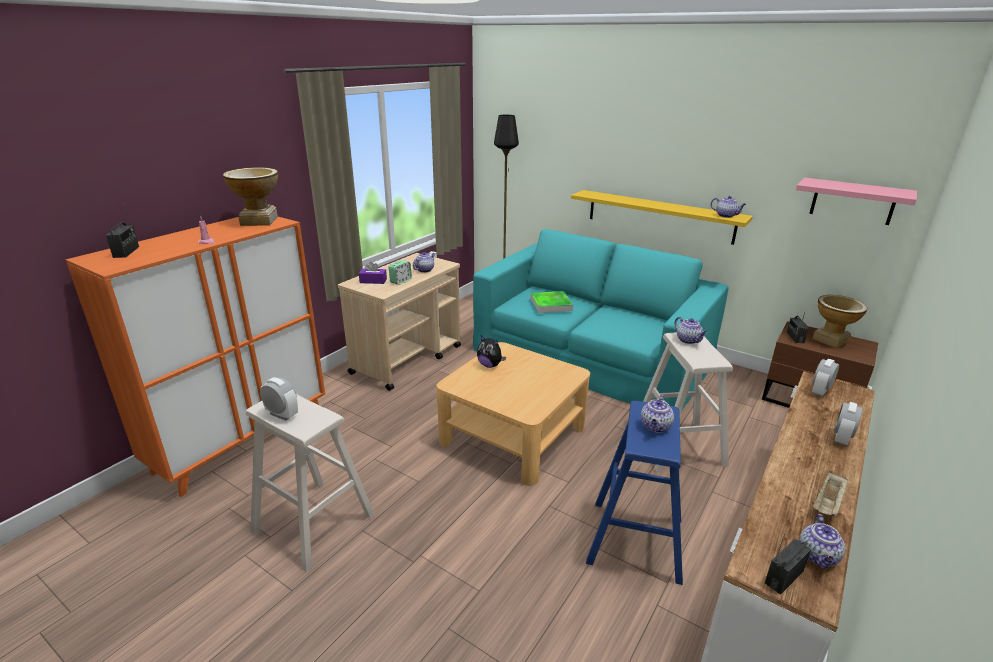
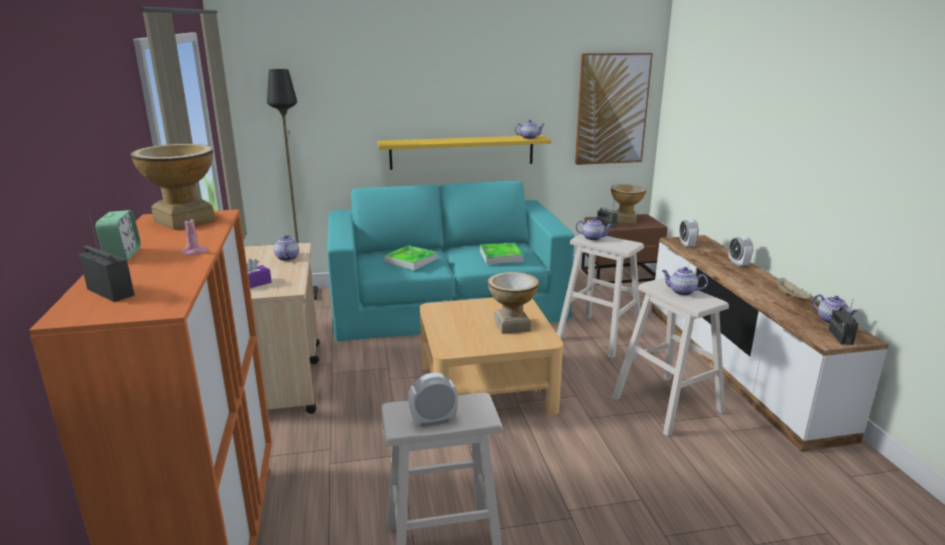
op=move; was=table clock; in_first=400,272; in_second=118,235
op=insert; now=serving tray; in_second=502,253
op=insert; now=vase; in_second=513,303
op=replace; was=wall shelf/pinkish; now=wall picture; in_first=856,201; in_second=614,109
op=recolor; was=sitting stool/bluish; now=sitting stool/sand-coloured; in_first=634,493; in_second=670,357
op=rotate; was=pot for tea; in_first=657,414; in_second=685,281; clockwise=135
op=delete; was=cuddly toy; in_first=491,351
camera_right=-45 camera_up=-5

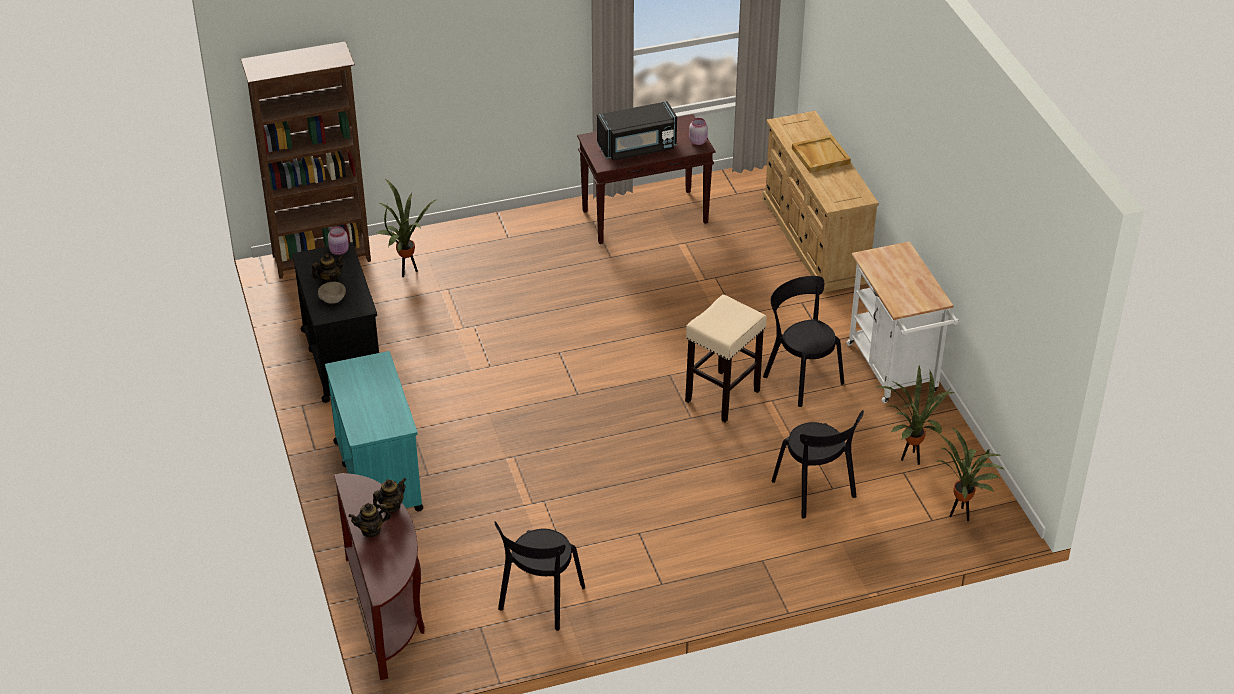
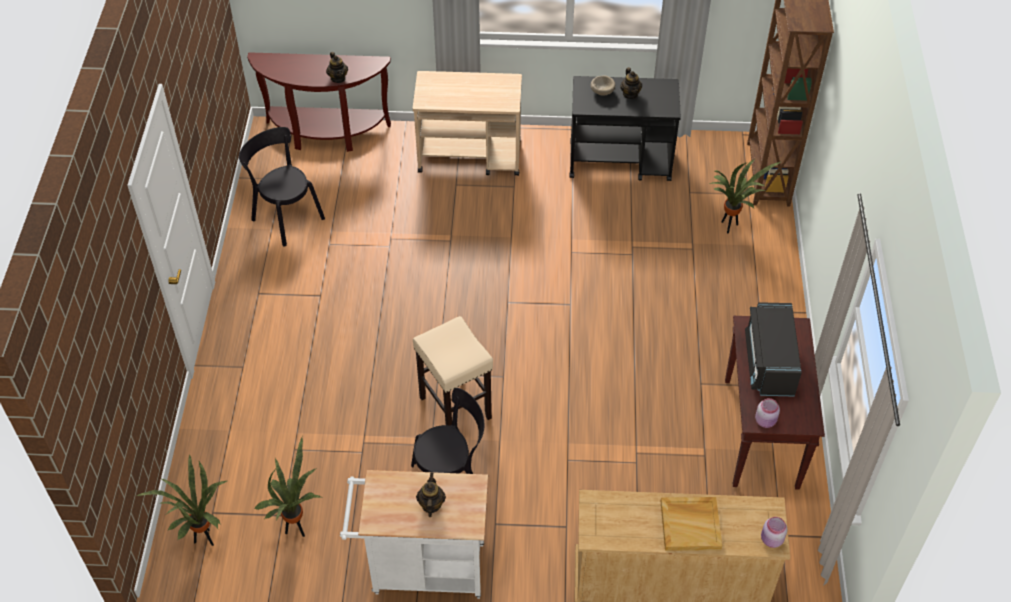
op=recolor; was=cart/turquoise; now=cart/sand-coloured; in_first=374,431; in_second=467,123
op=move; was=pot for tea; in_first=369,520; in_second=431,495
op=move; was=storage jar/pinkish; in_first=338,240; in_second=774,532
op=delete; was=plain chair/black; in_first=818,464
camera_right=110 camera_up=10

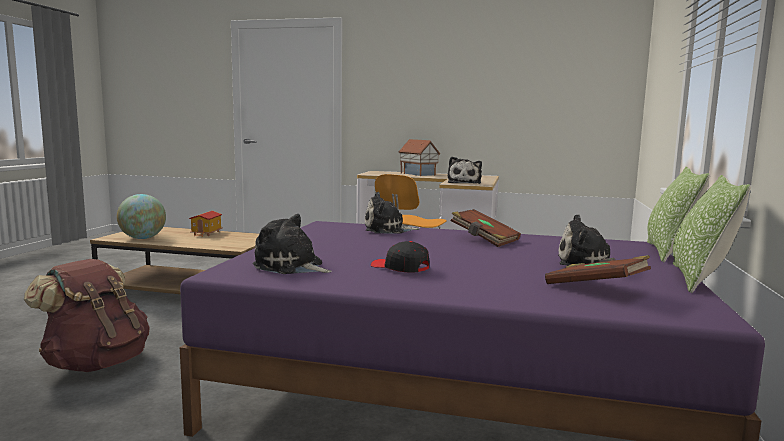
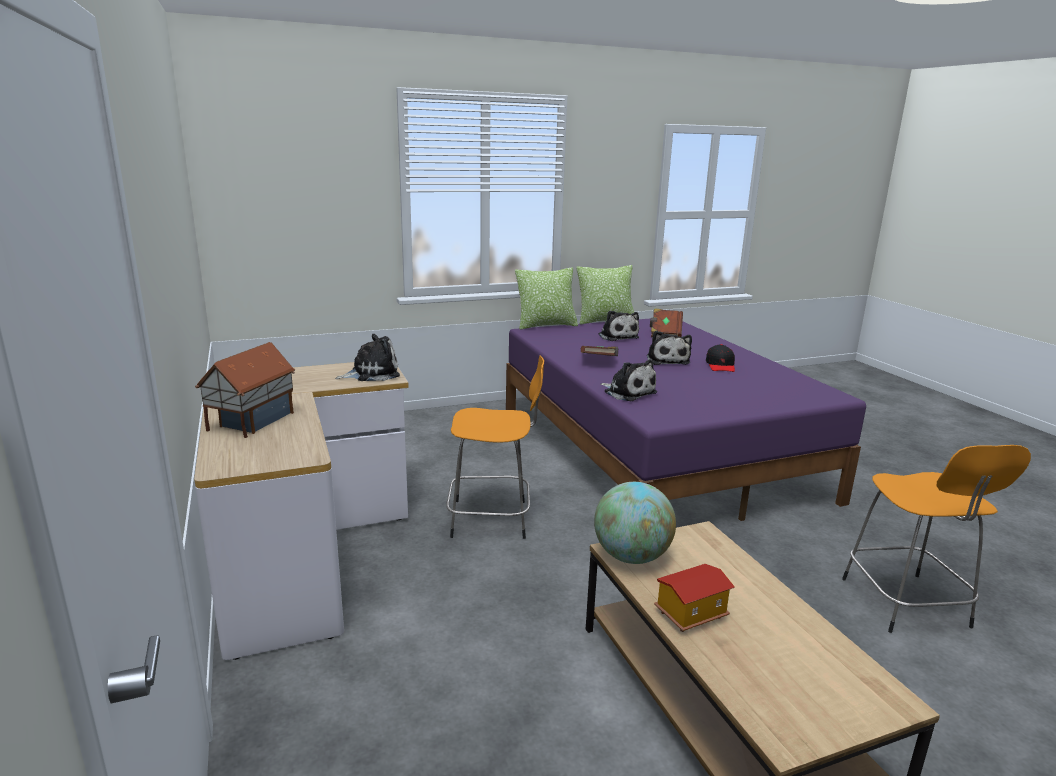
op=move; was=desk globe; in_first=141,216; in_second=635,523
op=move; was=cuddly toy; in_first=291,244; in_second=669,348
op=replace; was=knapsack/brown-coloured; now=sitting stool/orange-coloured; in_first=87,315; in_second=936,539
camera_right=-125 camera_up=10

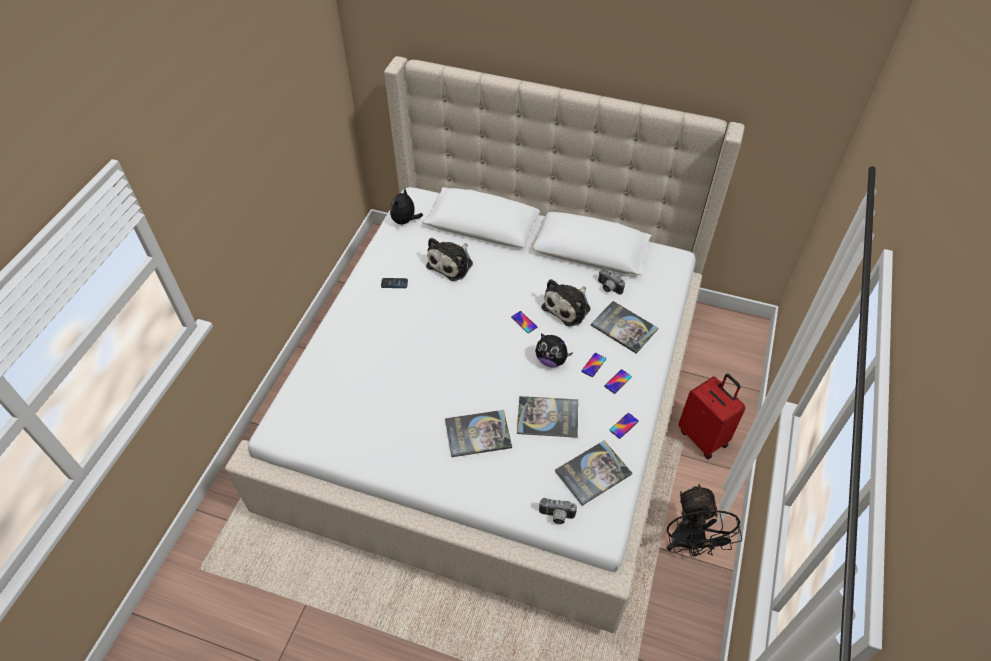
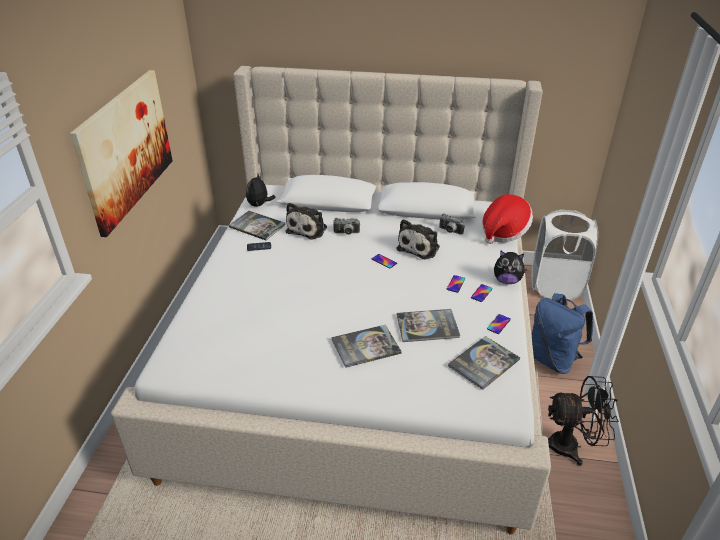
op=insert; now=wall picture; in_second=121,153
op=move; was=volume; in_first=624,327; in_second=257,225
op=move; was=still camera; in_first=558,511; in_second=346,226
op=insert; now=hat; in_second=507,219
op=move; was=cuddly toy; in_first=554,350; in_second=510,267
op=insert; now=washing basket/white-coloured; in_second=565,255
op=replace; was=suitcase/red; now=knapsack/bluish; in_first=712,416; in_second=562,333
op=rotate; was=electric fan/black; in_first=704,520; in_second=583,421; clockwise=-75
camera_right=-10 camera_up=-15

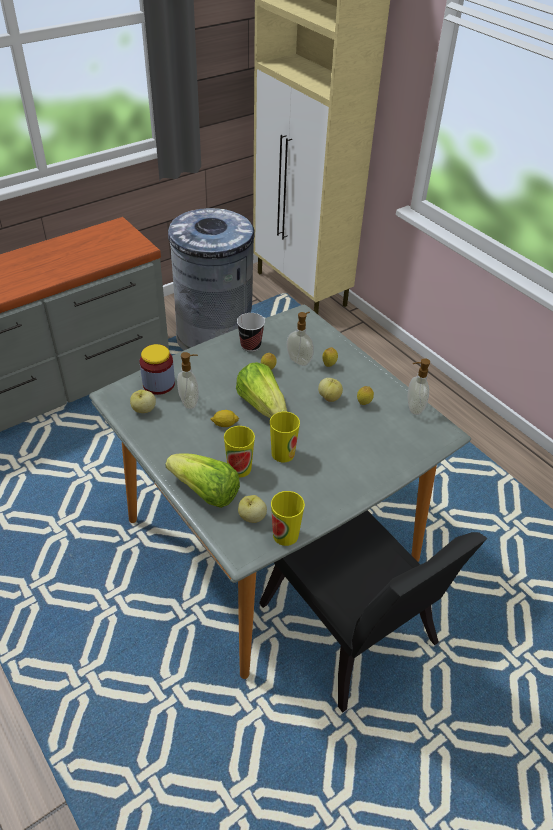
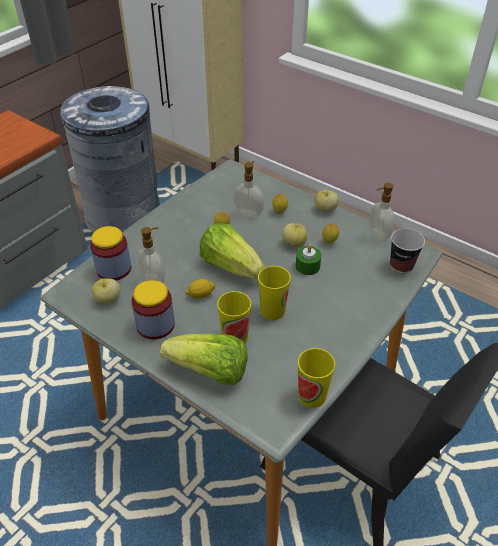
op=insert; now=storage jar; in_second=153,310
op=insert; now=candle/green-coloured; in_second=308,259
op=move; was=whole apple; in_first=252,509; in_second=327,201
op=move; was=cup; in_first=251,332; in_second=407,251
camera_right=-15 camera_up=0

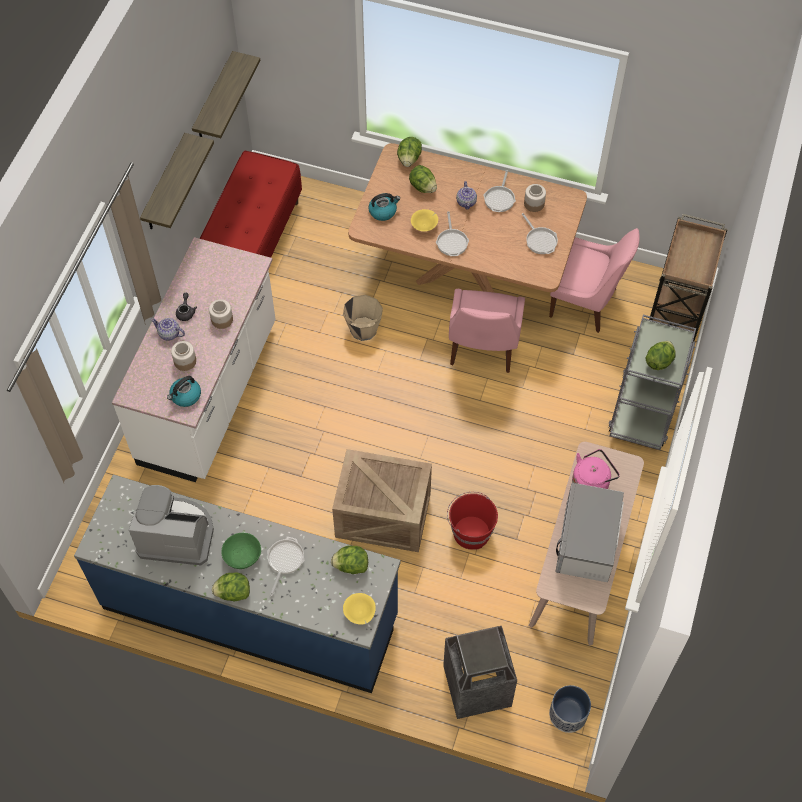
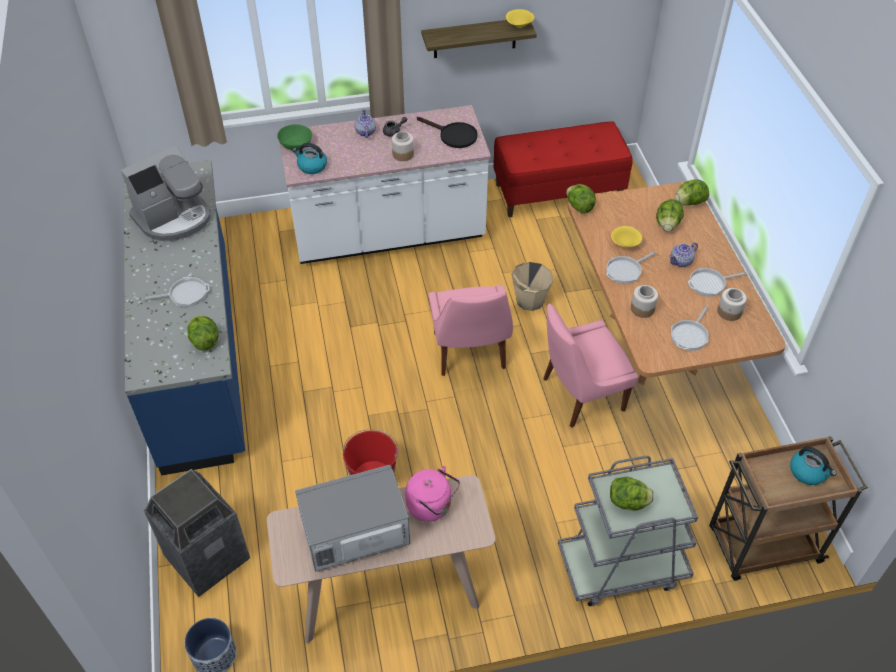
op=rotate; was=coffee brewer; in_first=171,525; in_second=165,194; clockwise=75
op=move; was=bowl/green-coloured; in_first=241,551; in_second=294,137
op=insert; now=frying pan/black; in_second=447,132
op=move; was=plain chair/pinkish; in_first=594,280; in_second=471,330
op=move; was=bowl/yellow; in_first=359,609; in_second=520,18
op=move; was=lettuce; in_first=231,586; in_second=581,199
op=move; was=storage jar; in_first=183,356; in_second=644,301
op=move; was=tea kettle; in_first=384,207; in_second=813,465
op=delete; was=wall shelf; in_first=226,94
op=delete; was=crate; in_first=382,500
camera_right=60 camera_up=-10

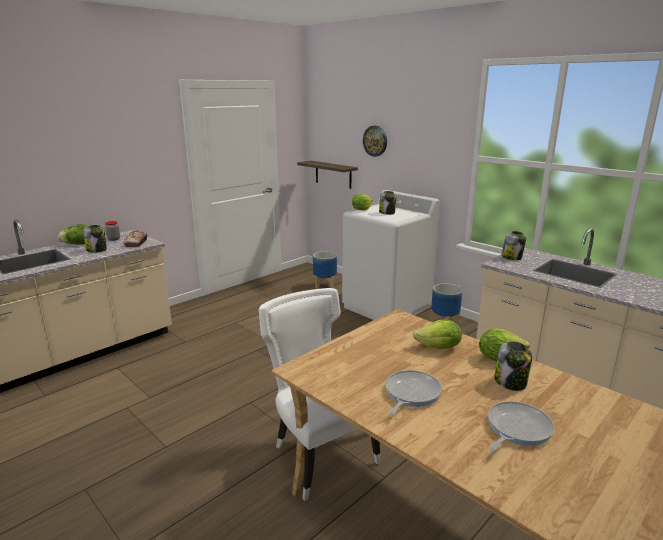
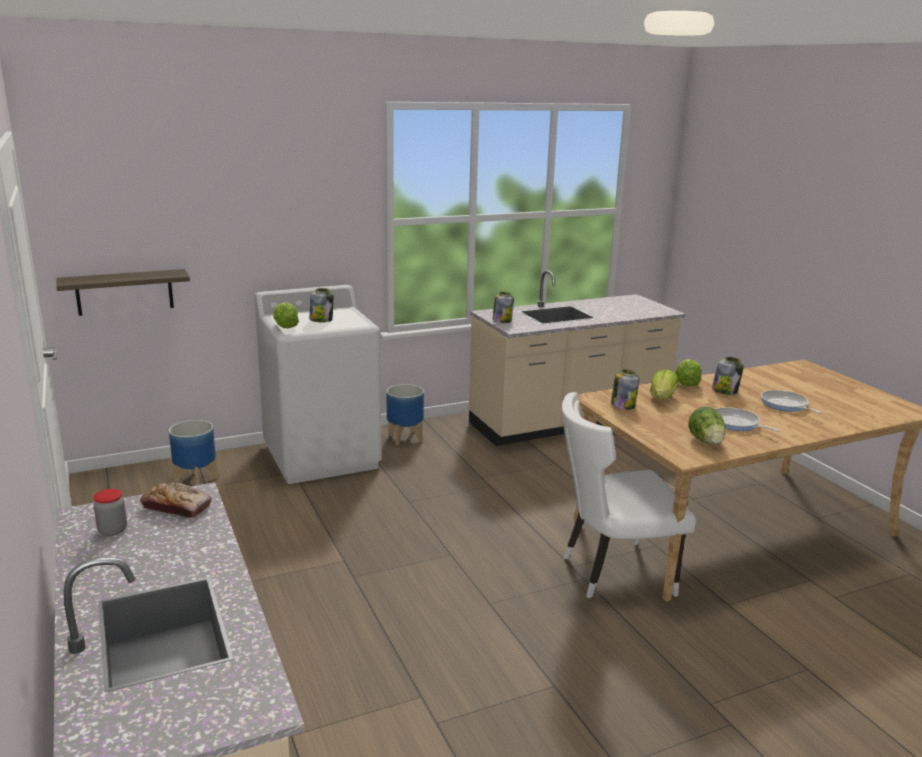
op=move; was=storage jar; in_first=95,239; in_second=625,389
op=move; was=lettuce; in_first=72,234; in_second=707,425
op=delete; was=hanging clock; in_first=375,141
camera_right=-70 camera_up=0

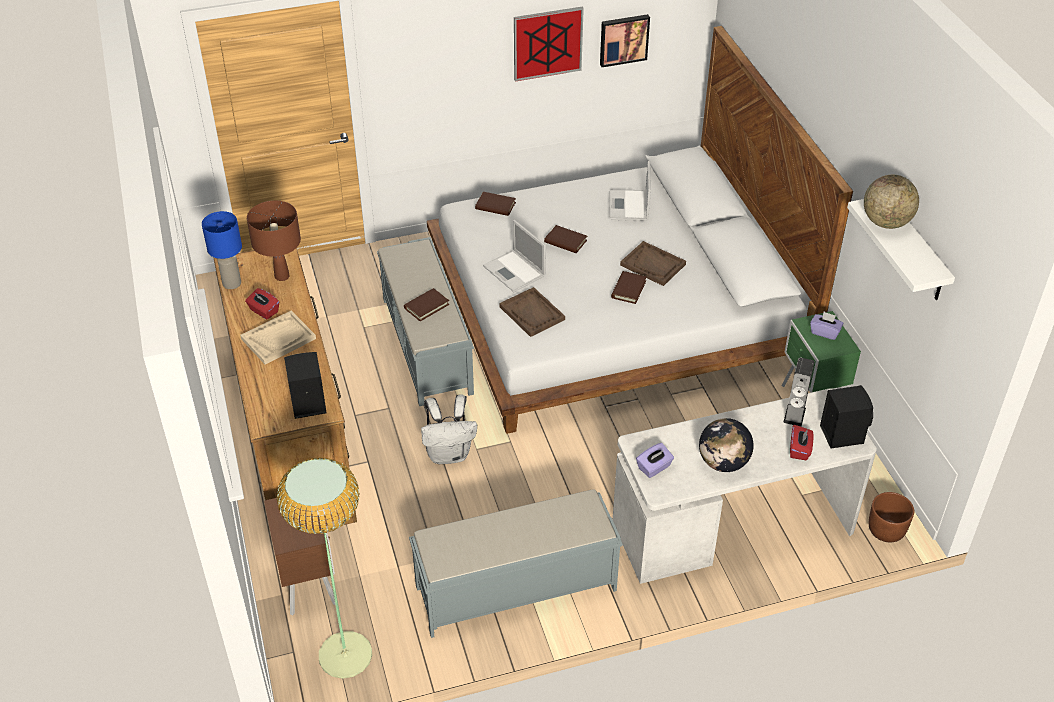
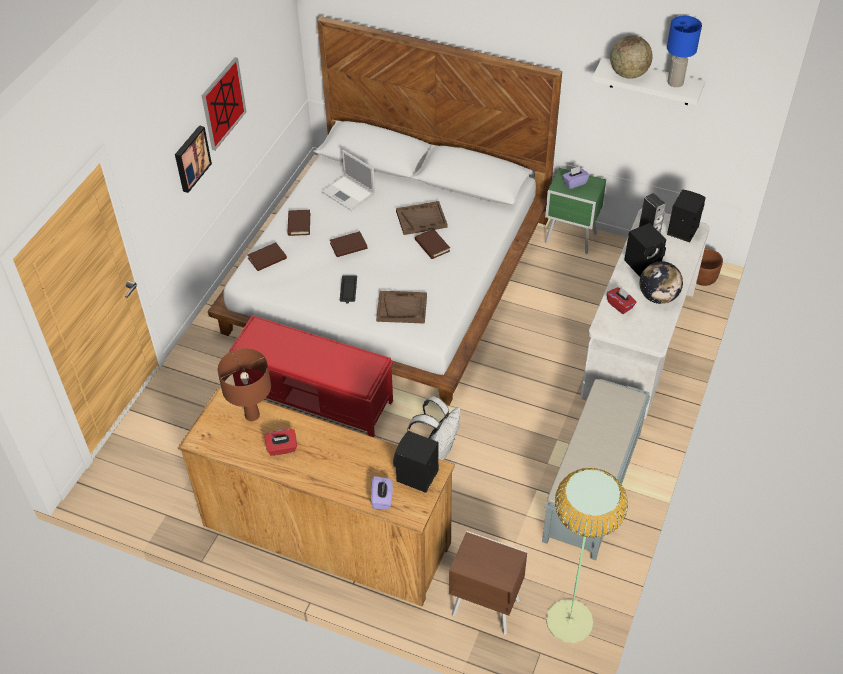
op=move; was=wall picture; in_first=625,40; in_second=193,159
op=recolor; was=bench/gray; now=bench/red; in_first=425,321; in_second=311,376
op=move; was=volume/brown-coloured; in_first=426,304; in_second=298,223
op=replace; was=laptop; now=serving tray/black; in_first=514,256; in_second=348,289
op=move; was=tissue holder/purplish; in_first=655,460; in_second=382,492
op=move; was=tissue holder/red; in_first=801,442; in_second=621,300
op=insert; now=speaker/black; in_second=645,250
op=move; was=table lamp/bluish; in_first=222,250; in_second=684,51
op=delete; was=serving tray/sand-coloured; in_first=278,337
camera_right=-50 camera_up=5

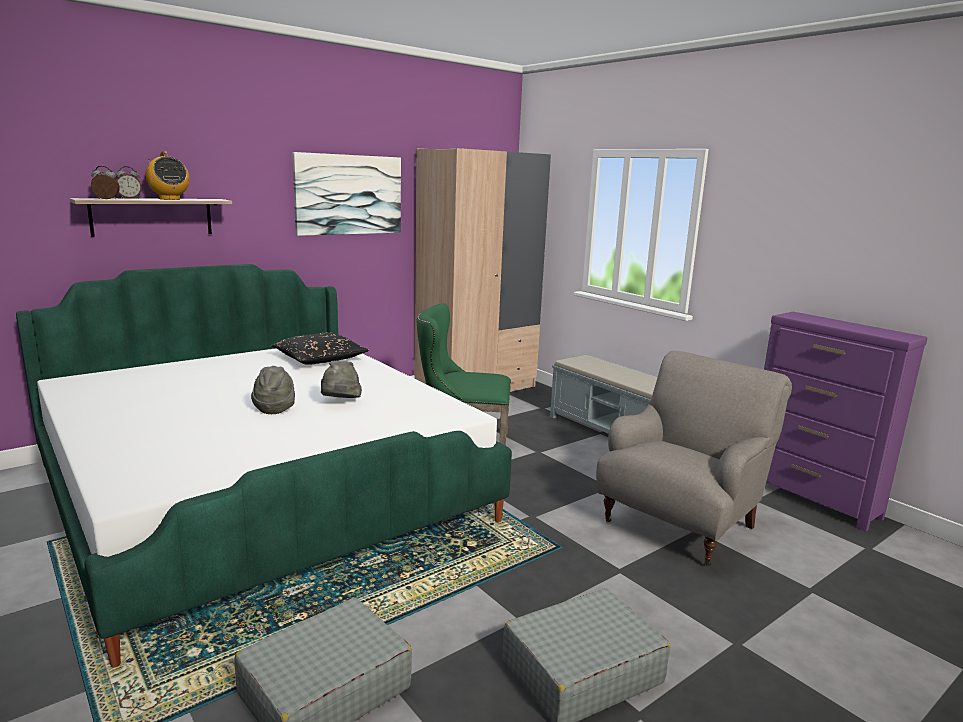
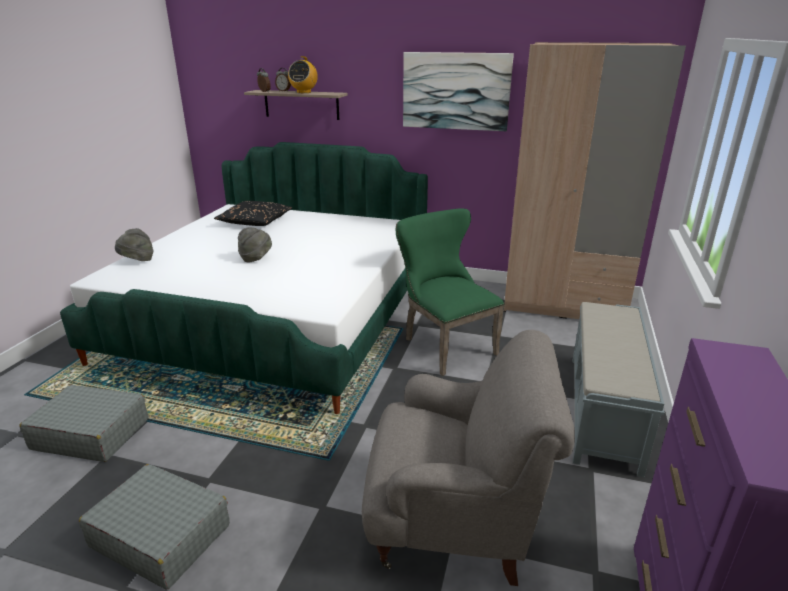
op=move; was=hat/gray; in_first=341,379; in_second=134,244
op=move; was=pillow/black; in_first=320,348; in_second=253,213
camera_right=55 camera_up=10

